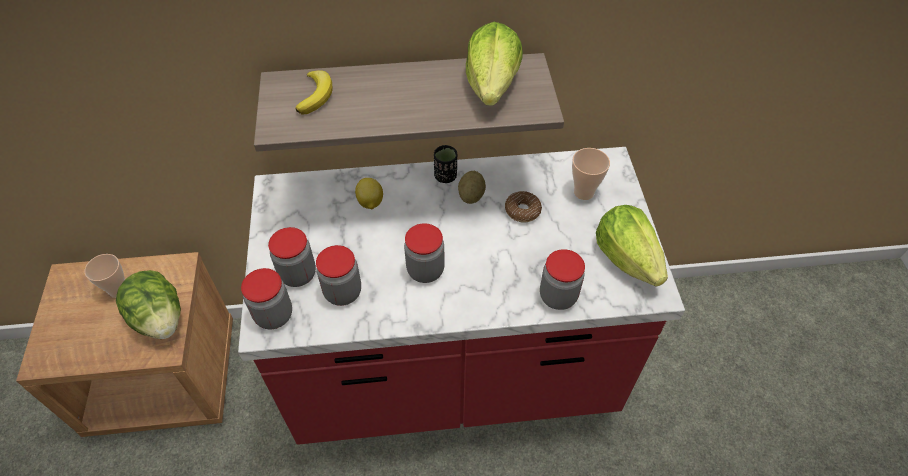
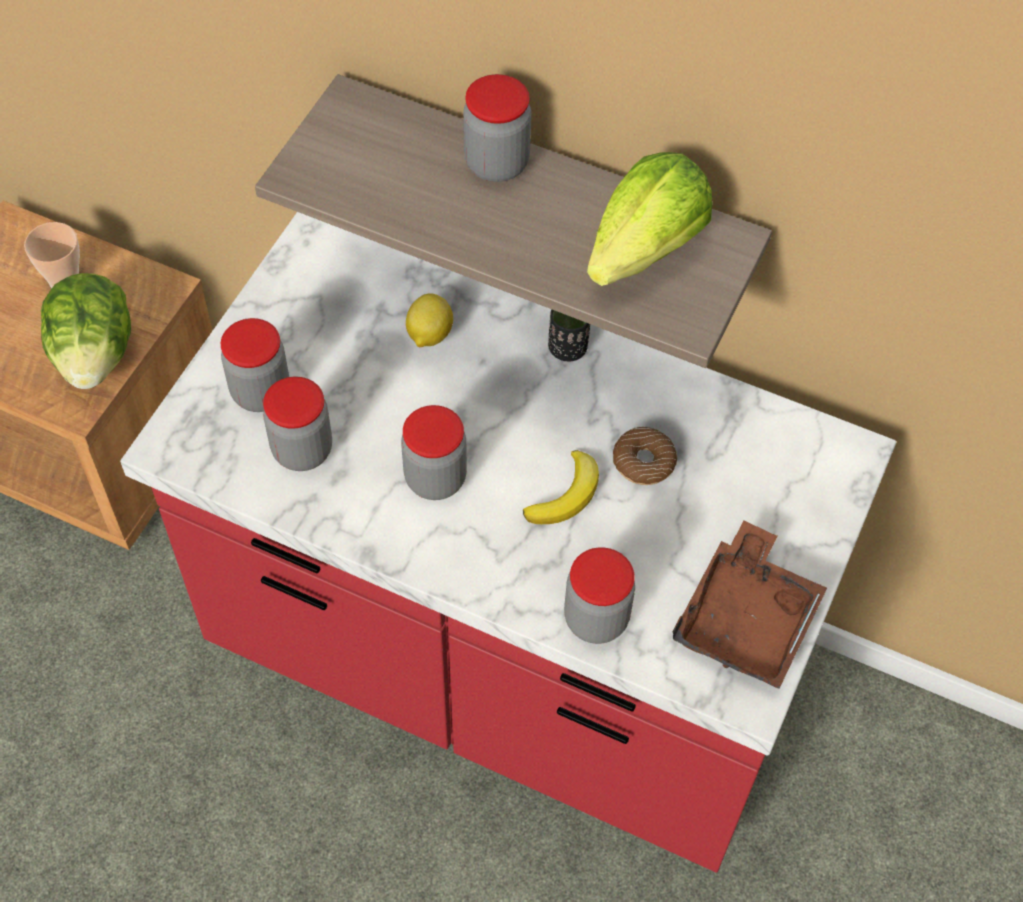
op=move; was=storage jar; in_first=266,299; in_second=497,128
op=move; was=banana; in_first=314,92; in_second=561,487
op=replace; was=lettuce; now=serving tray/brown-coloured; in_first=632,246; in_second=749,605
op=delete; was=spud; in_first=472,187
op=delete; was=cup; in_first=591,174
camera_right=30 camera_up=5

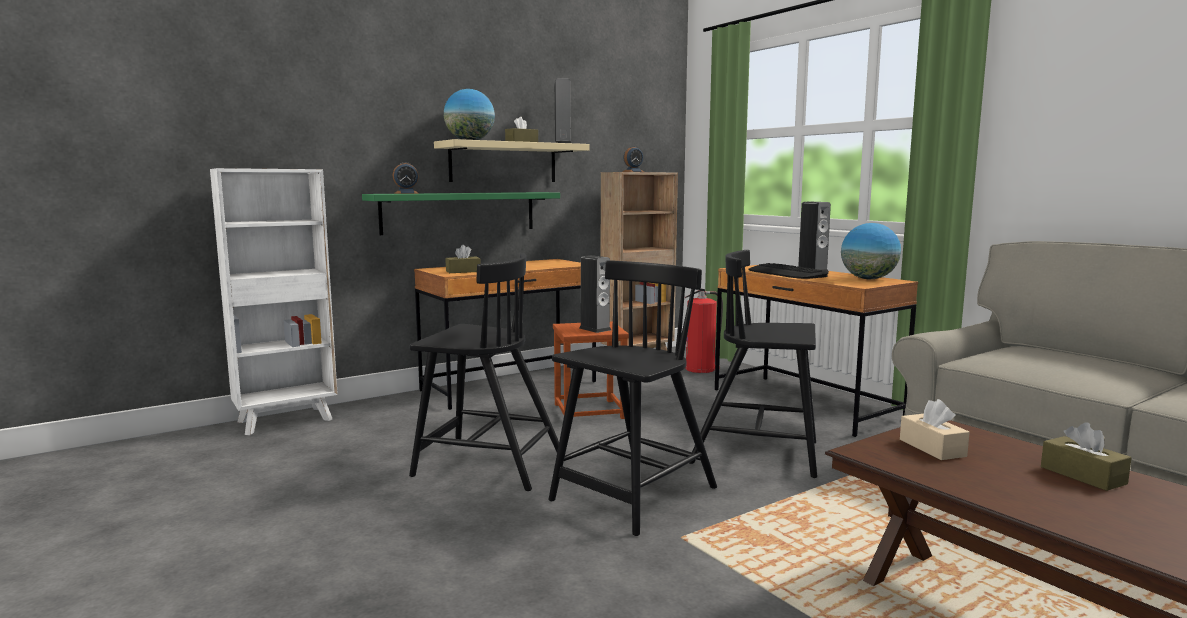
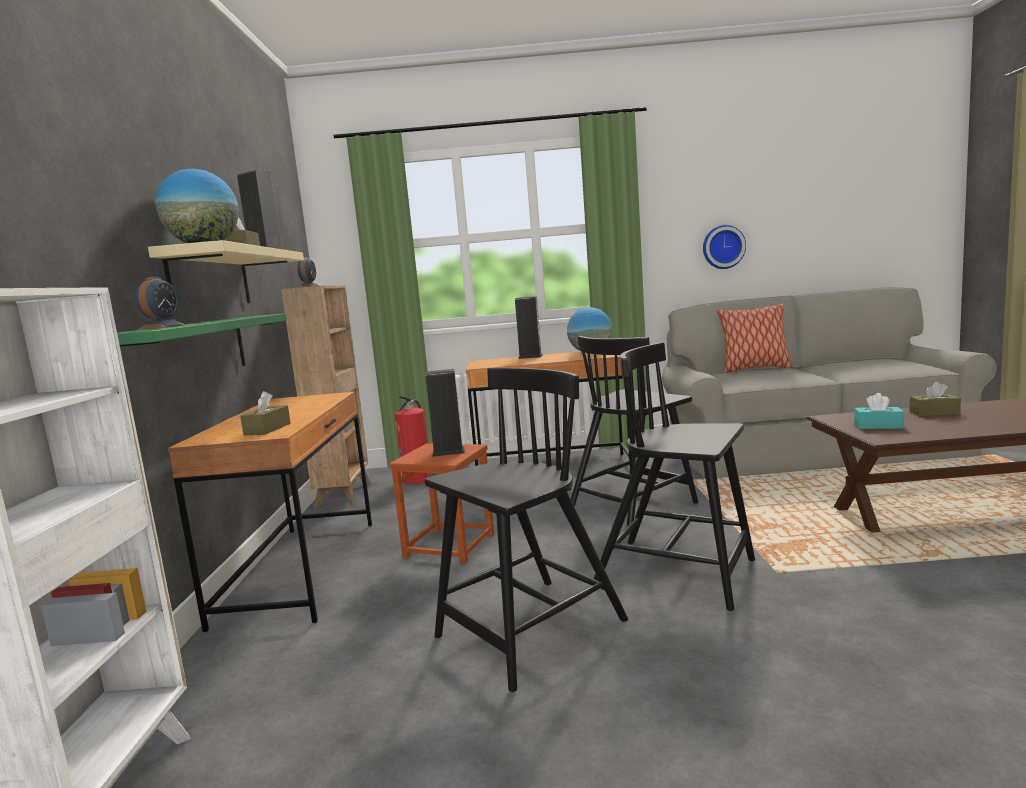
op=rotate; was=plain chair/black; in_first=632,398; in_second=674,477; clockwise=-45
op=insert; now=hanging clock; in_second=724,247
op=insert; now=pillow; in_second=754,338
op=recolor; was=tissue holder/sand-coloured; now=tissue holder/turquoise; in_first=935,429; in_second=879,411
op=delete; was=computer keyboard; in_first=788,271
camera_right=-55 camera_up=0

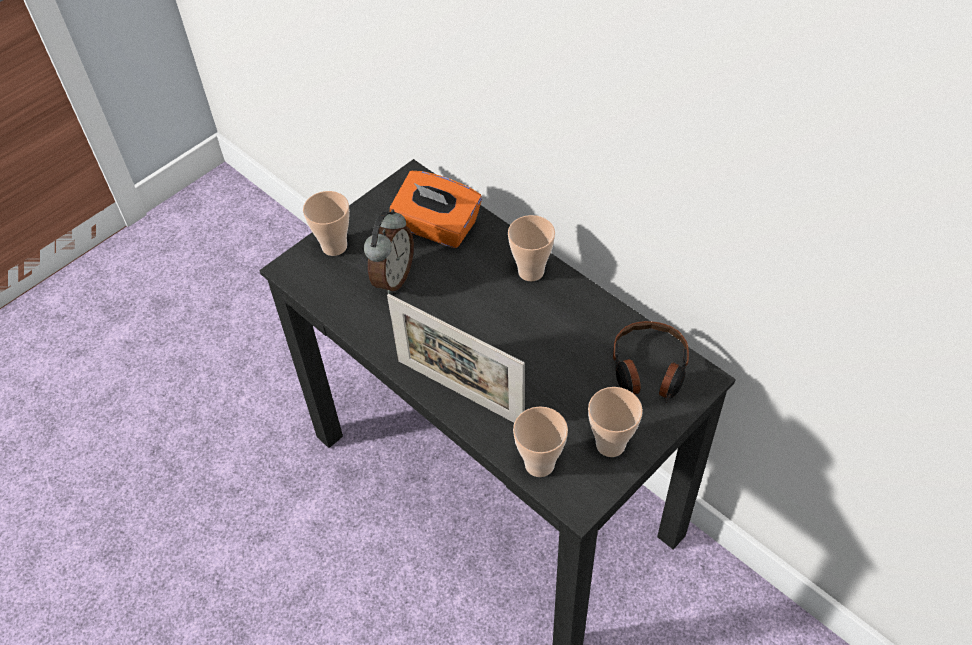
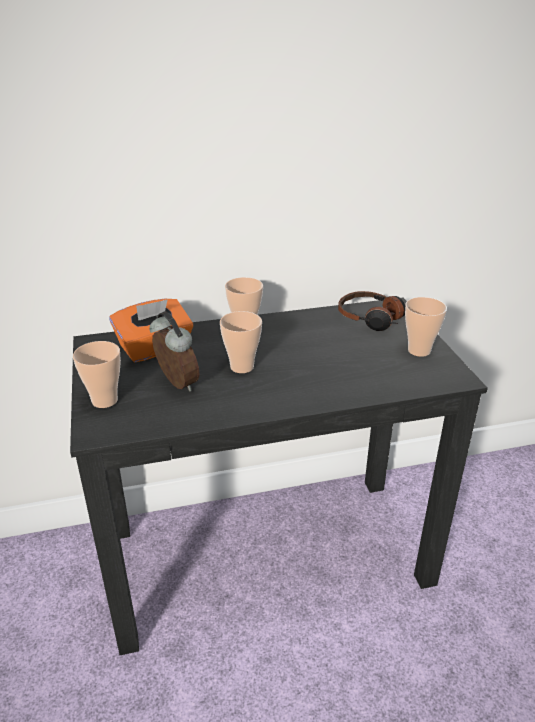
op=move; was=cup; in_first=540,441; in_second=241,342
op=delete; was=photo frame; in_first=456,358
camera_right=-60 camera_up=-20

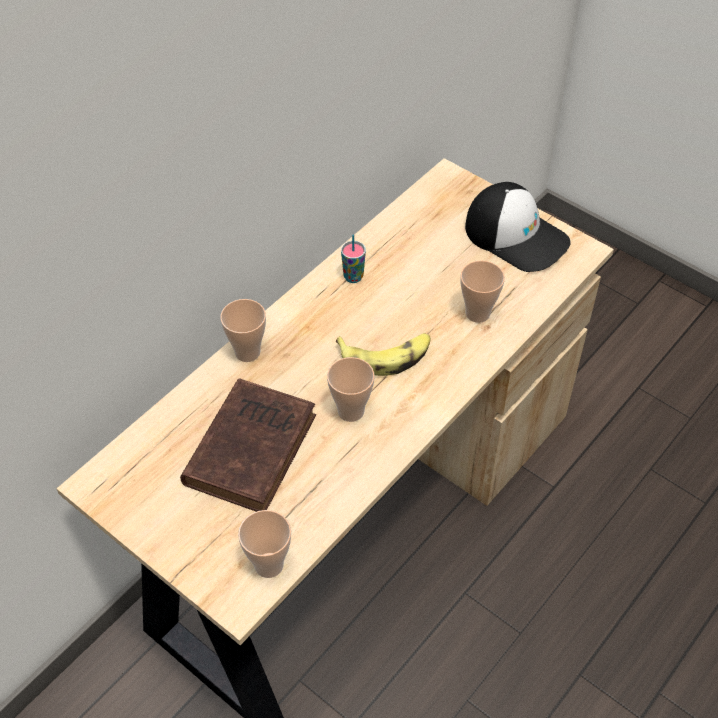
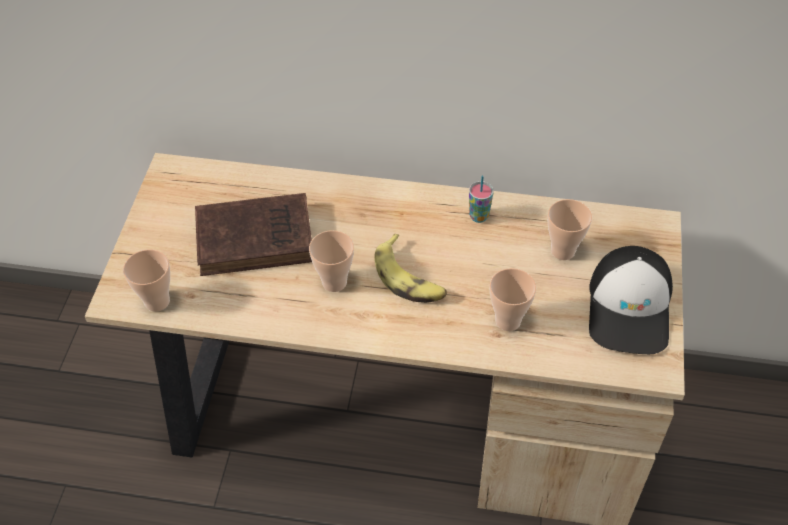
op=move; was=cup; in_first=243,330; in_second=570,229
camera_right=60 camera_up=0

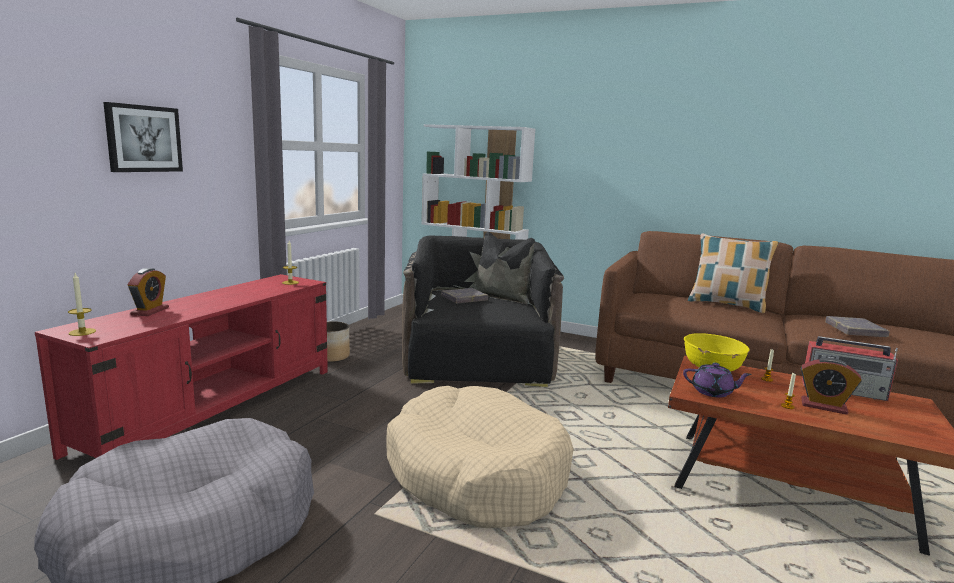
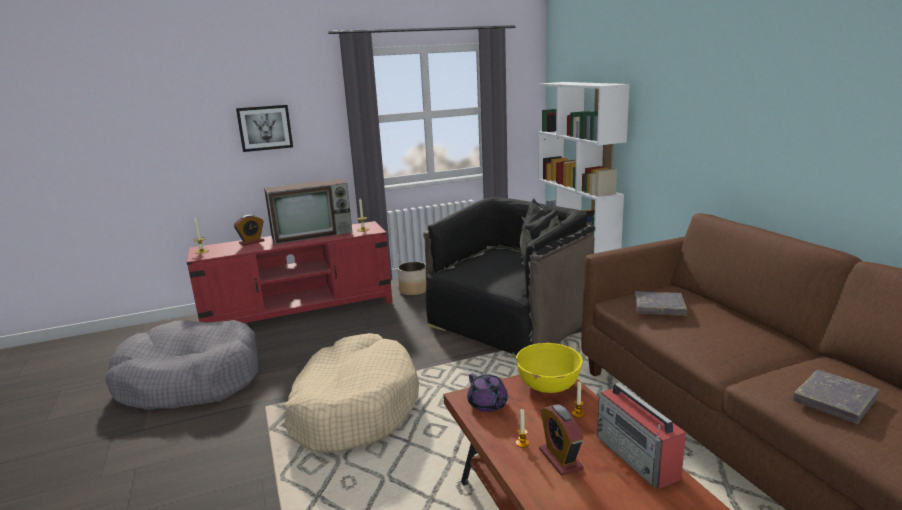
op=insert; now=TV set; in_second=308,211
op=move; was=volume/gray; in_first=464,296; in_second=660,303
op=delete; was=pillow; in_first=733,273
camera_right=45 camera_up=5

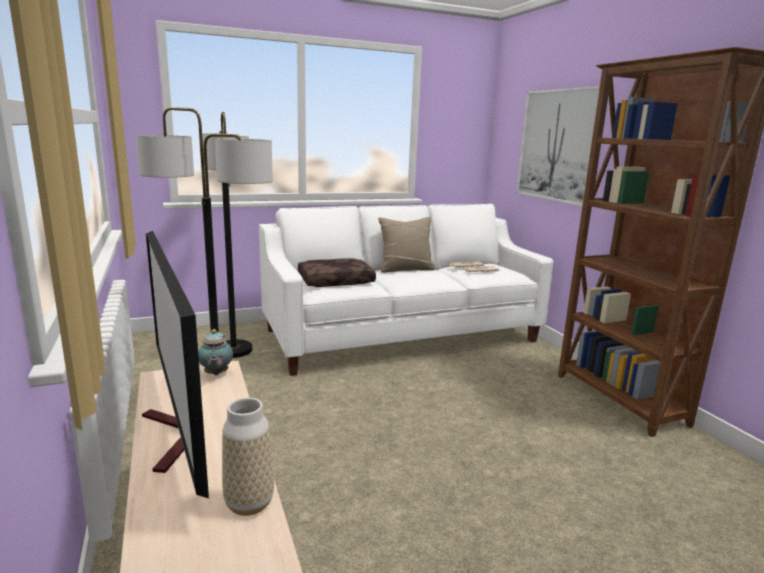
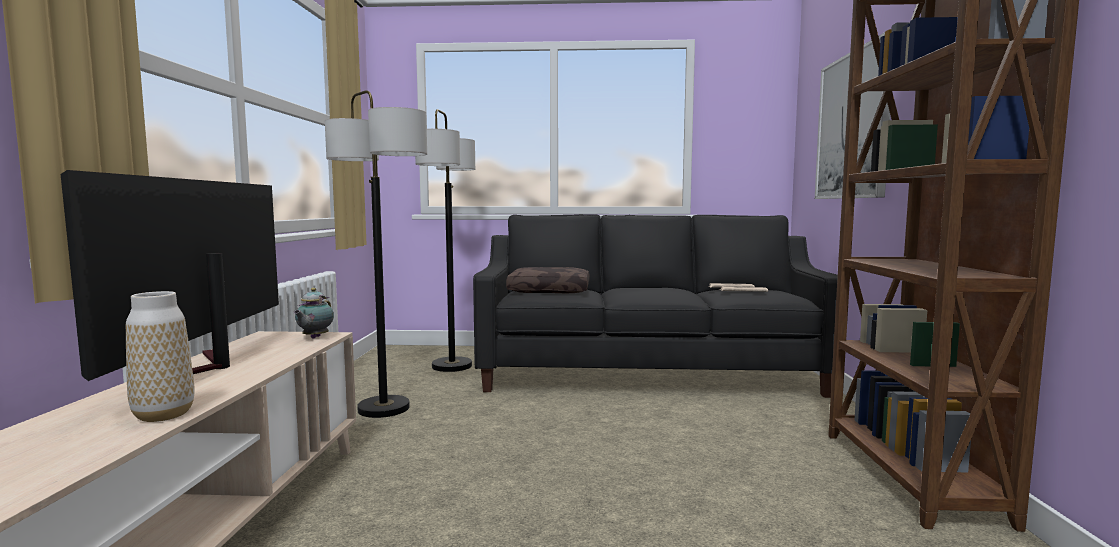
op=recolor; was=couch/white-coloured; now=couch/black; in_first=406,290; in_second=655,306
op=delete; was=pillow/sand-coloured; in_first=407,245
camera_right=25 camera_up=-10

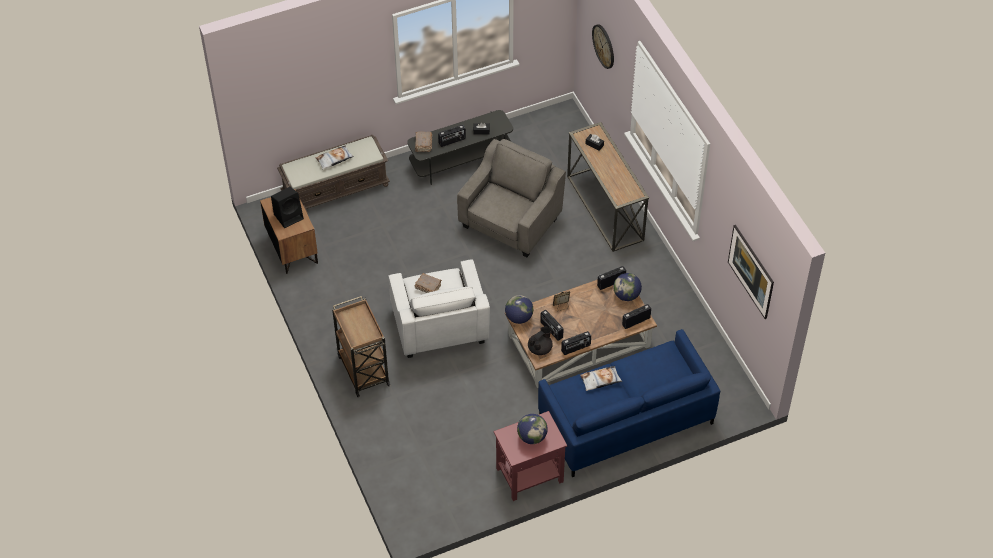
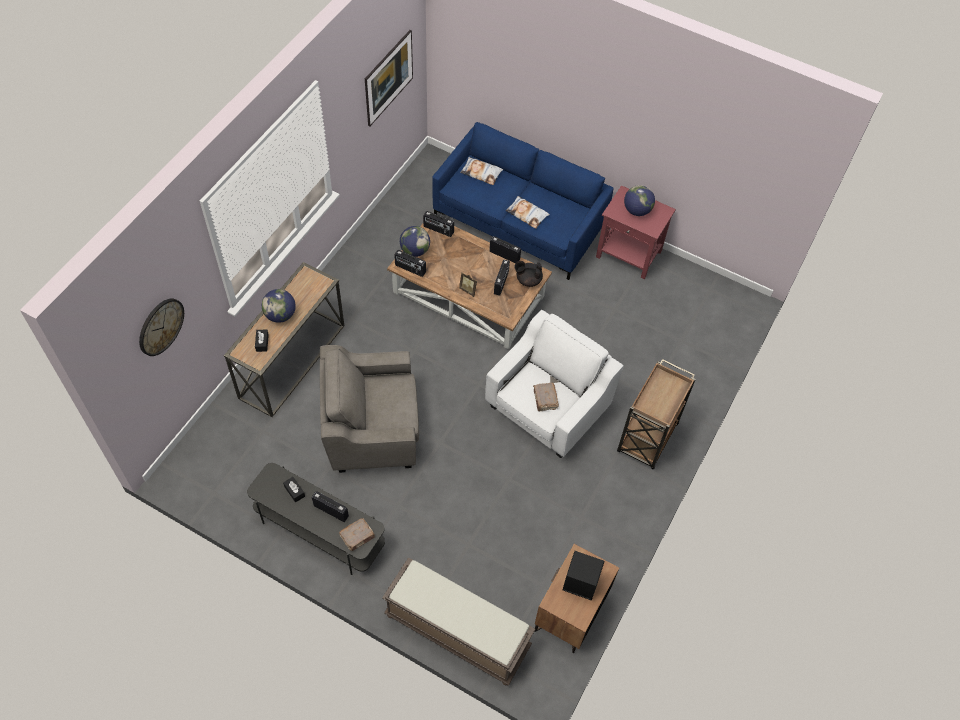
op=move; was=desk globe; in_first=519,309; in_second=279,306
op=move; was=pillow; in_first=334,157; in_second=481,171
camera_right=-130 camera_up=5

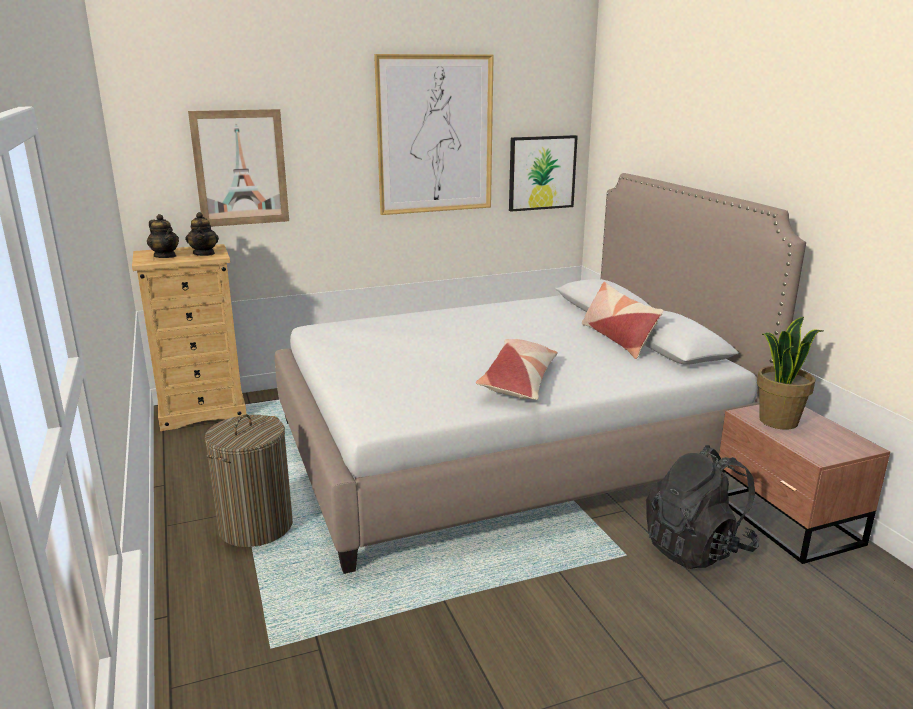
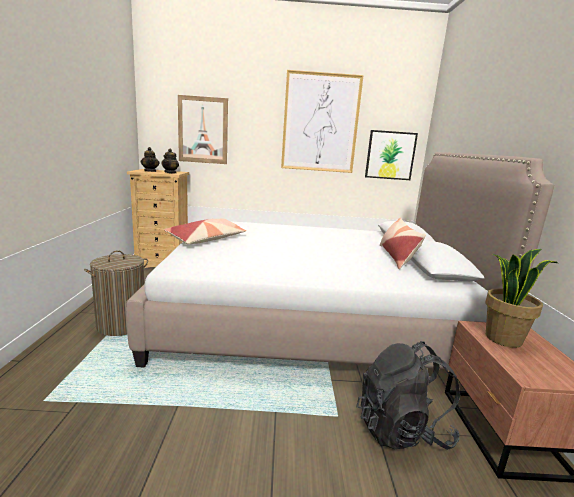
op=move; was=pillow; in_first=517,369; in_second=205,231
camera_right=20 camera_up=-5

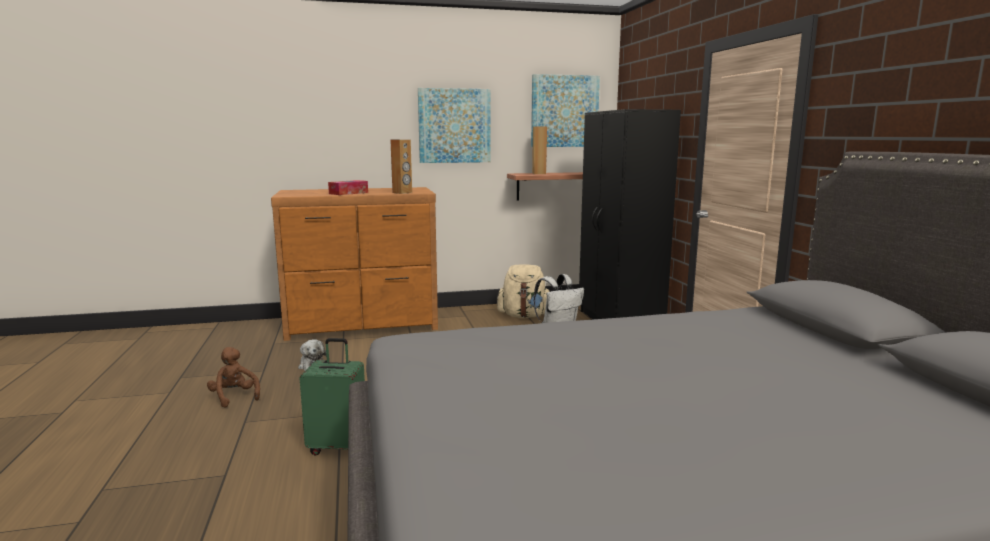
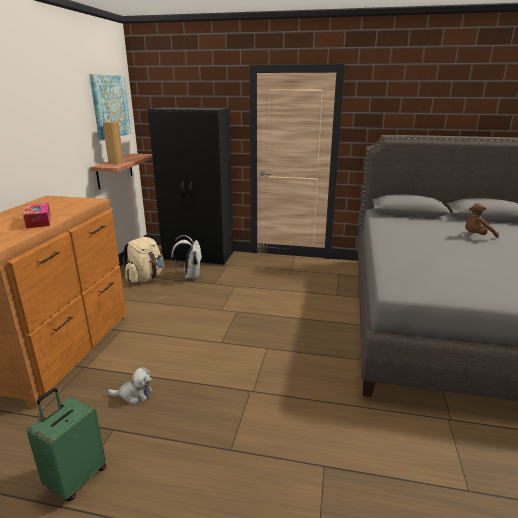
op=move; was=suitcase/green-coloured; in_first=332,396; in_second=66,444
op=move; was=cuddly toy/brown-coloured; in_first=233,377; in_second=482,220
op=delete; was=speaker/brown-coloured; in_first=401,166
op=delete; was=wall picture; in_first=454,125
camera_right=-65 camera_up=10

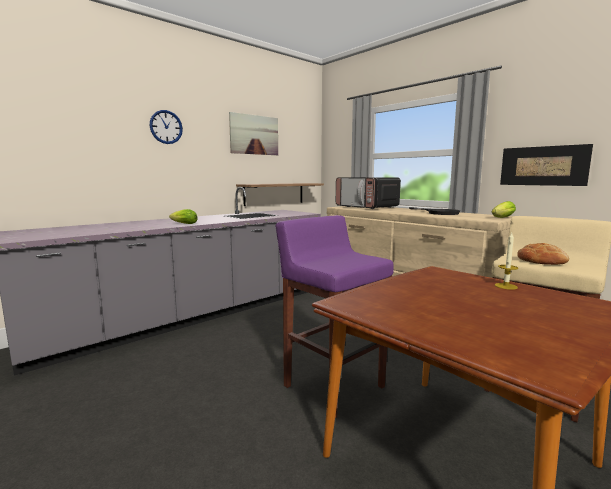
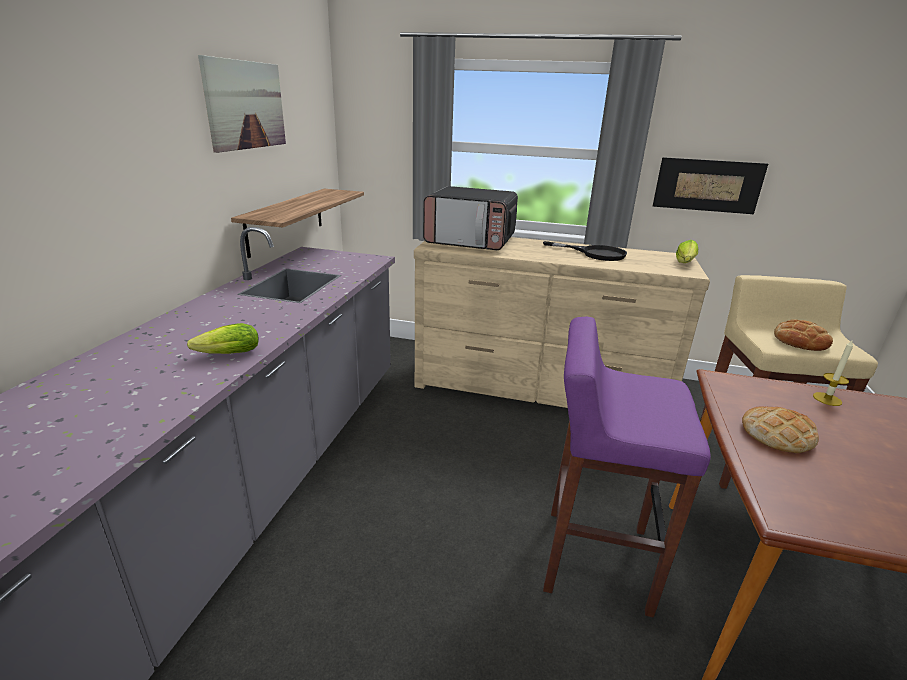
op=insert; now=bakery bread; in_second=780,429
op=delete; was=hanging clock; in_first=166,127
camera_right=-35 camera_up=15

